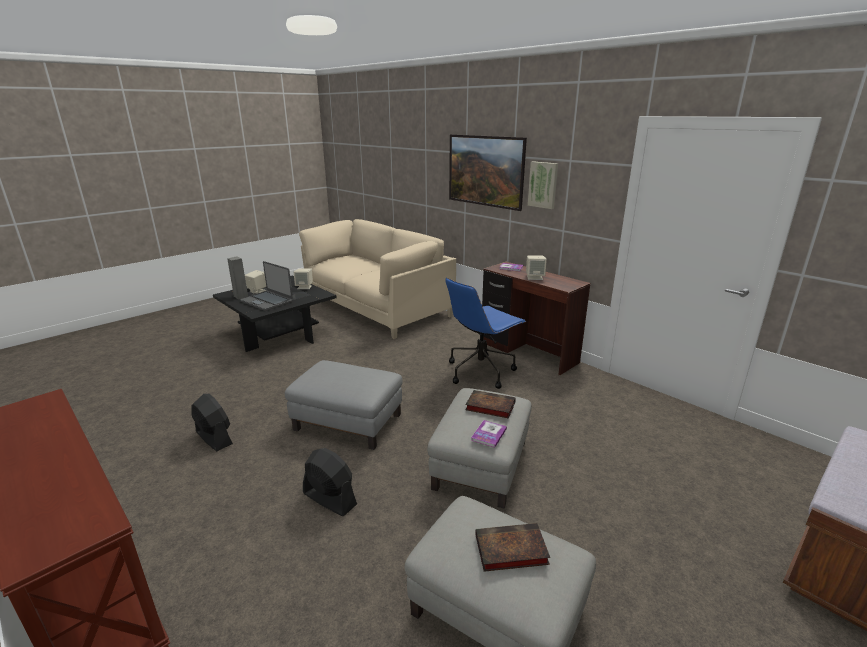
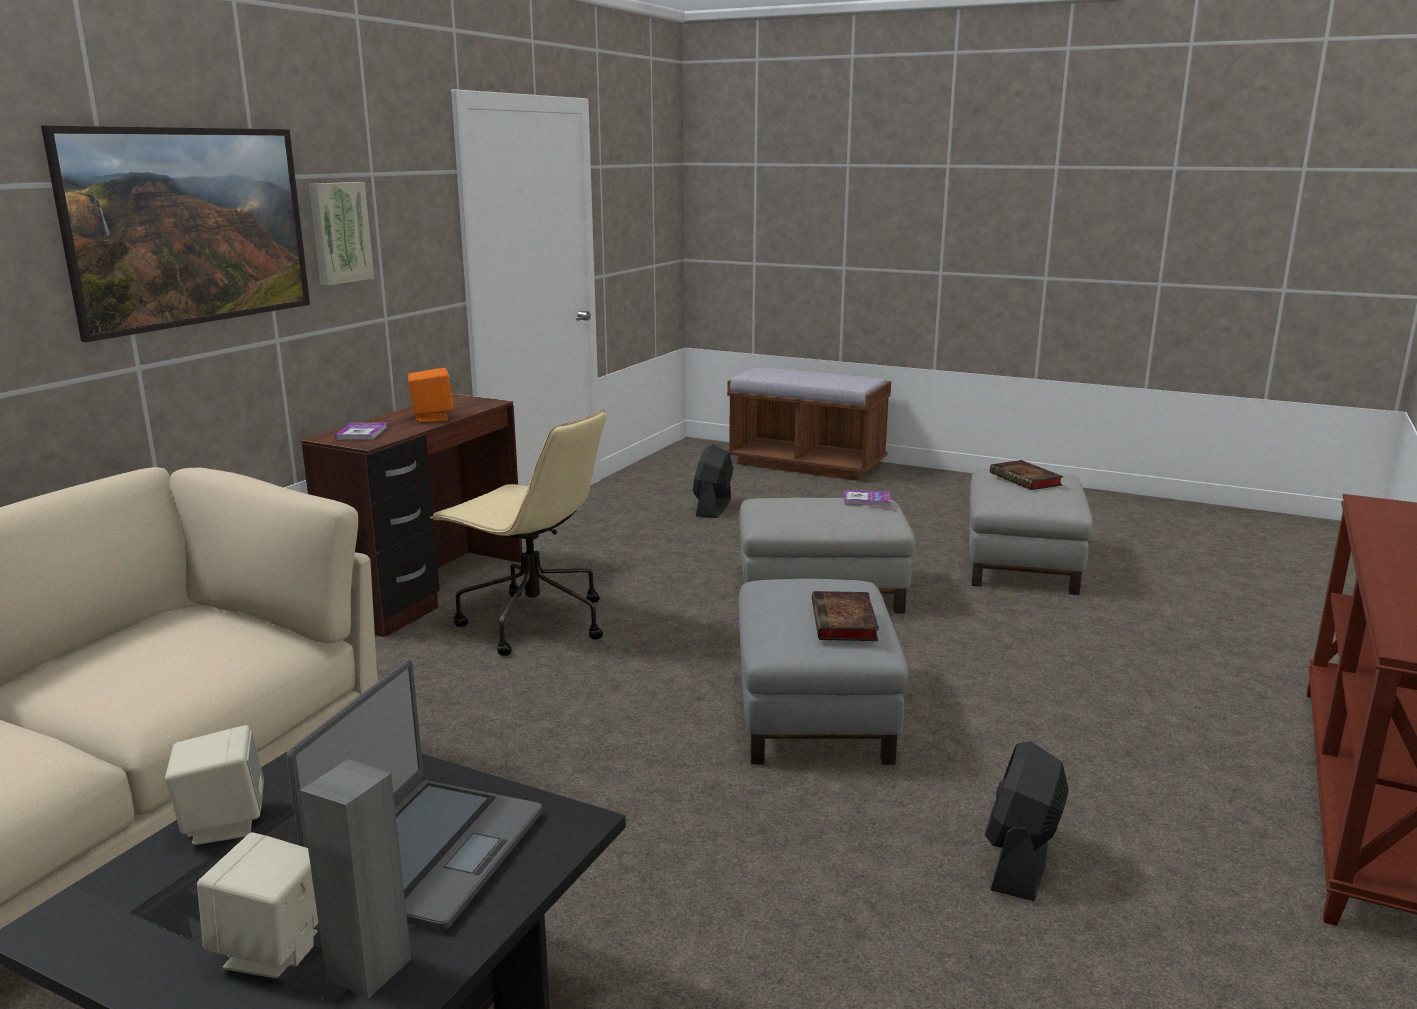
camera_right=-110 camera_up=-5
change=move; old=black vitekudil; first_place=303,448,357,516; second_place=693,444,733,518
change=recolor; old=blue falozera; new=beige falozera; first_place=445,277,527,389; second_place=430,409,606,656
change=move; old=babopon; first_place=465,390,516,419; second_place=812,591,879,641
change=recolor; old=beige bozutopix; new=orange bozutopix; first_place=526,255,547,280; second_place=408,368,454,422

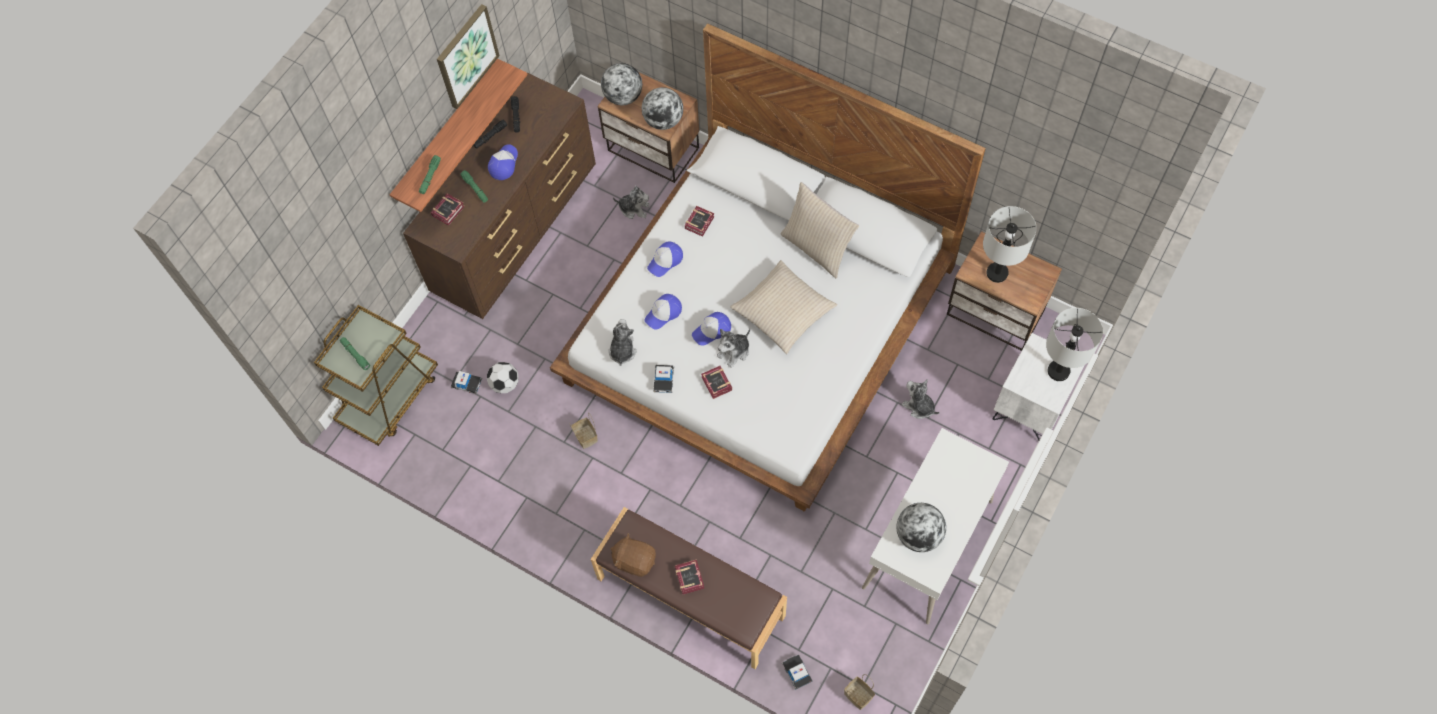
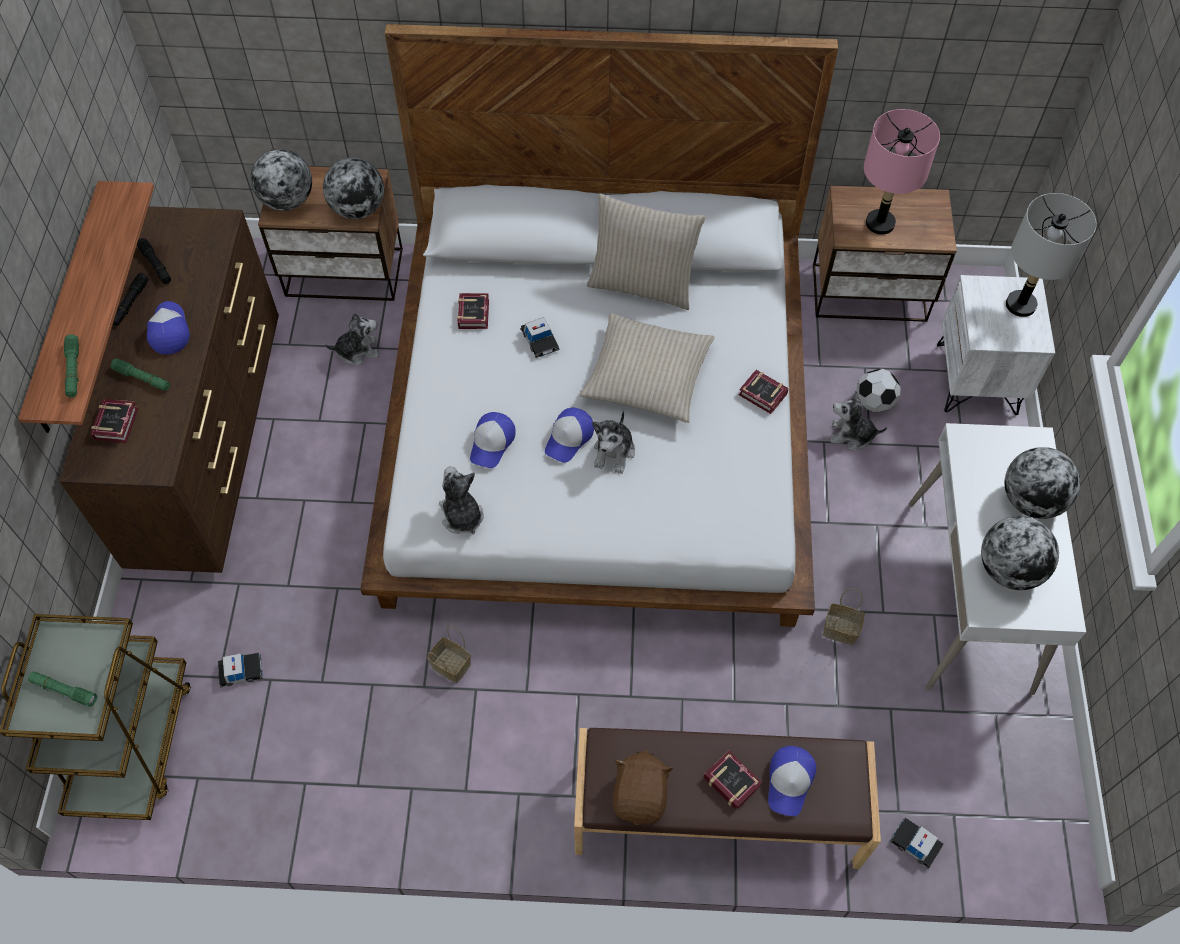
camera_right=-30 camera_up=-5
change=delete; old=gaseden; first_place=437,4,500,109
change=move; old=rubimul; first_place=487,362,519,393; second_place=857,369,901,412
change=rotate; old=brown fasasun; first_place=610,533,656,577; second_place=613,750,673,825; degrees=105
change=move; old=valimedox; first_place=647,242,683,277; second_place=768,746,816,816
change=move; old=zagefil; first_place=653,365,674,393; second_place=520,317,560,358
change=move; old=babopon; first_place=701,366,732,399; second_place=739,370,789,414
change=move; old=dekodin; first_place=844,674,875,710; second_place=823,588,865,645
change=recolor; old=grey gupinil; new=pink gupinil; first_place=983,206,1037,283; second_place=864,109,940,235
change=insert; new=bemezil; second_place=1005,447,1081,519

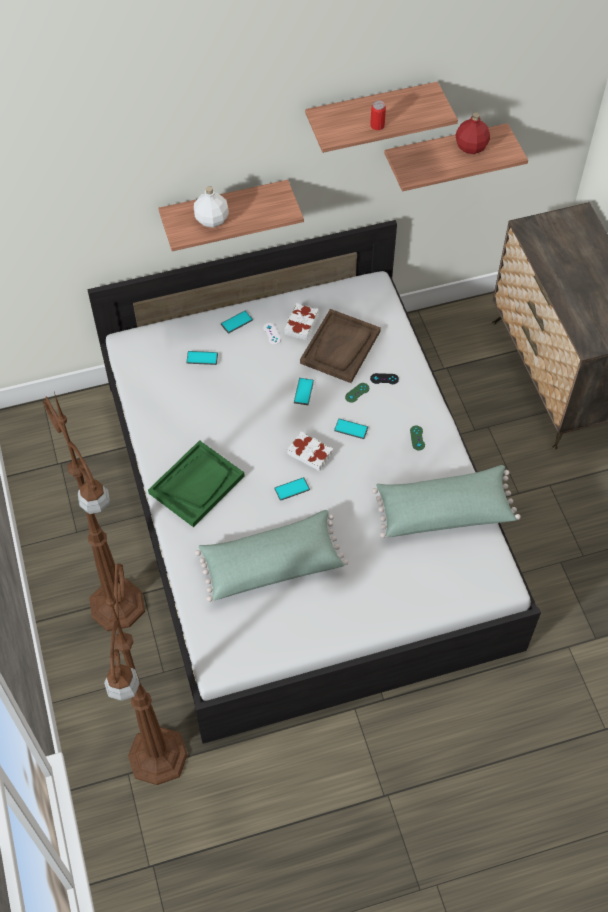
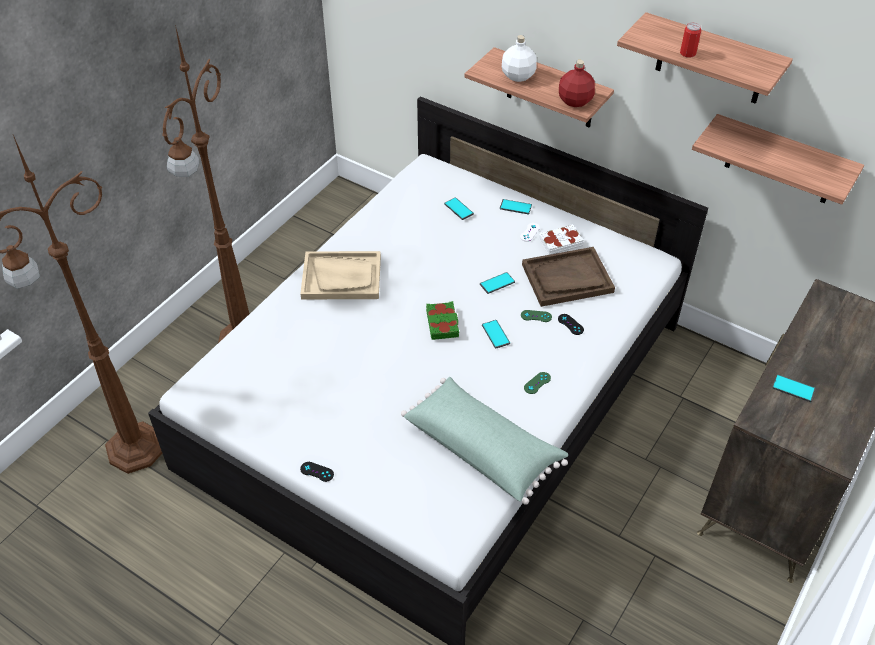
camera_right=50 camera_up=-10
change=recolor; old=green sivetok; new=beige sivetok; first_place=148,440,244,527; second_place=300,251,381,300
change=delete; old=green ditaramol; first_place=195,510,348,602
change=move; old=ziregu; first_place=274,477,310,501; second_place=772,374,816,402
change=recolor; old=white babopon; new=green babopon; first_place=287,431,333,471; second_place=426,301,459,340
change=move; old=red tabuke; first_place=455,112,490,154; second_place=559,60,595,107
change=insert; new=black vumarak; second_place=300,462,334,482

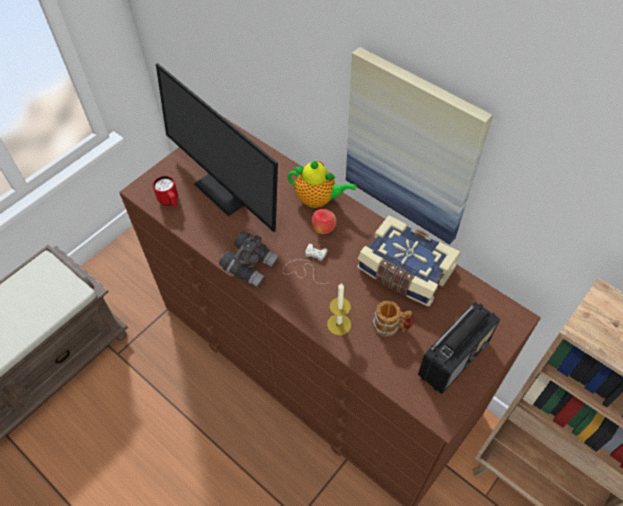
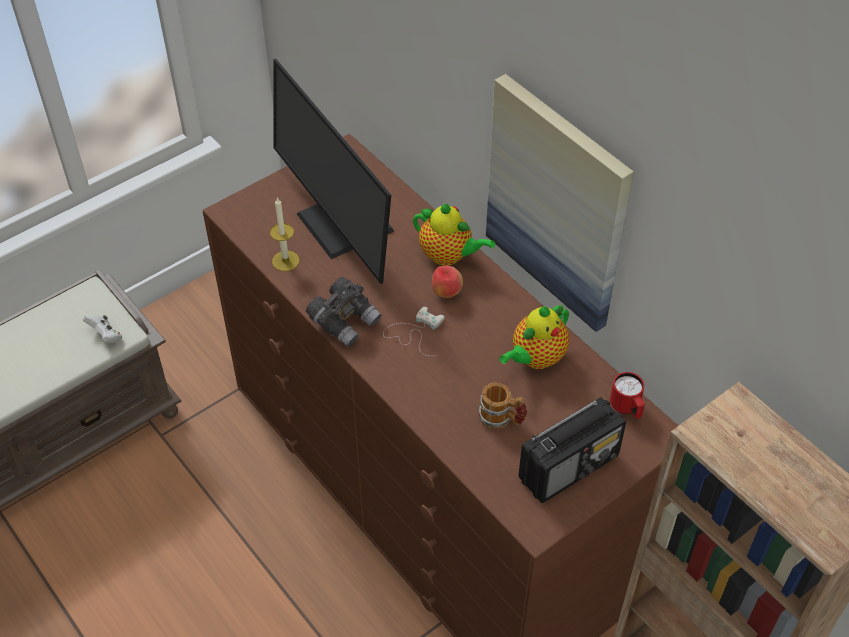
camera_right=10 camera_up=-5
change=move; old=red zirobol; first_place=153,176,178,207; second_place=610,372,645,419
change=move; old=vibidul; first_place=327,283,351,336; second_place=270,197,299,271
change=replace; old=babopon; new=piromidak; first_place=357,215,461,307; second_place=499,304,569,369
change=insert; new=white vumarak; second_place=83,315,122,343

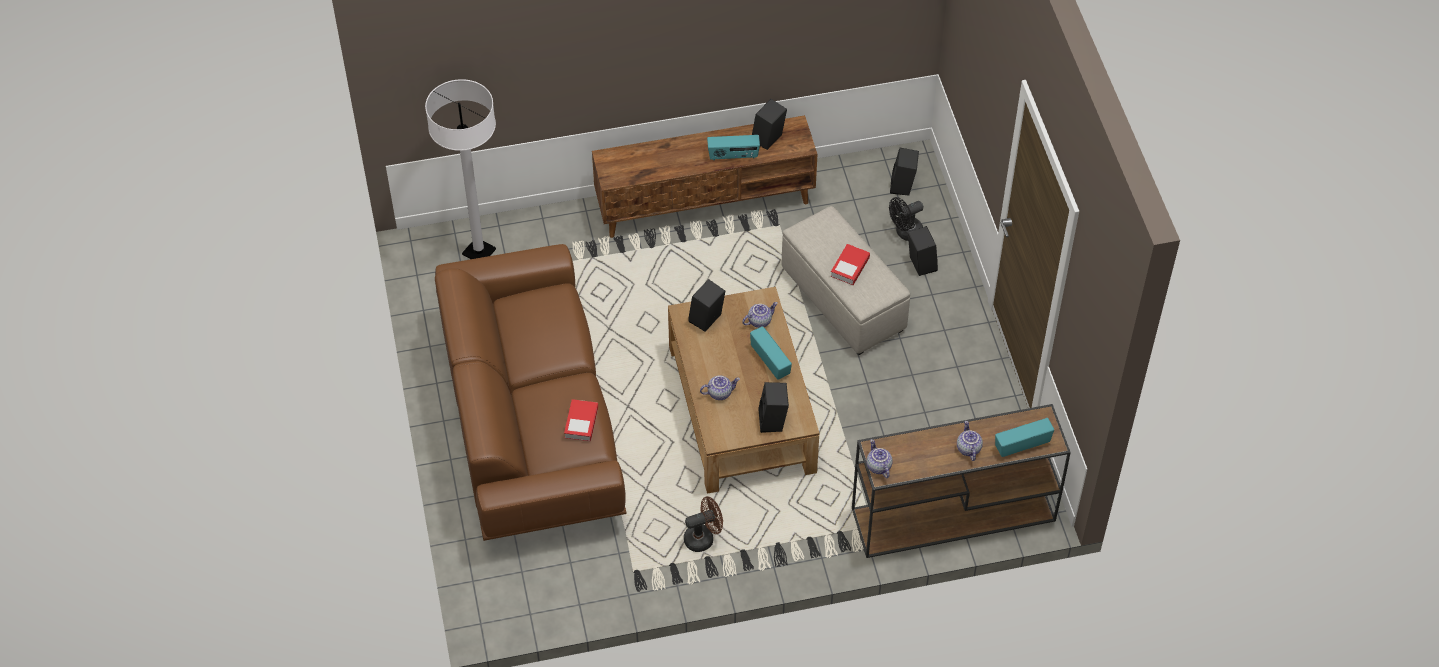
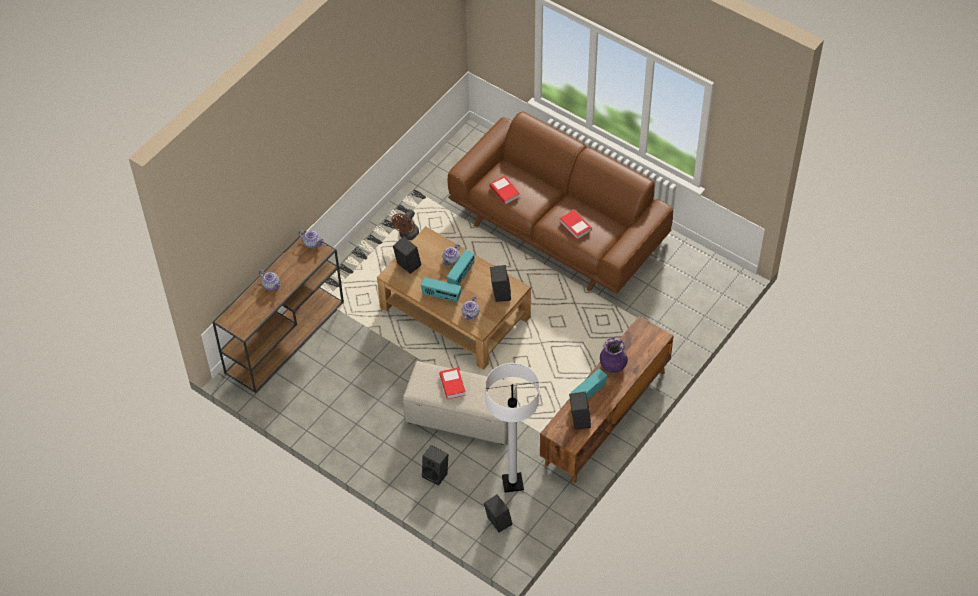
camera_right=140 camera_up=0
change=move; old=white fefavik; first_place=425,79,496,259; second_place=485,363,540,493
change=delete; old=black vitekudil; first_place=889,197,923,241
change=move; old=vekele; first_place=995,418,1054,457; second_place=447,250,475,285
change=insert; new=babopon; second_place=560,210,592,239
change=insert; new=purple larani; second_place=600,337,628,373

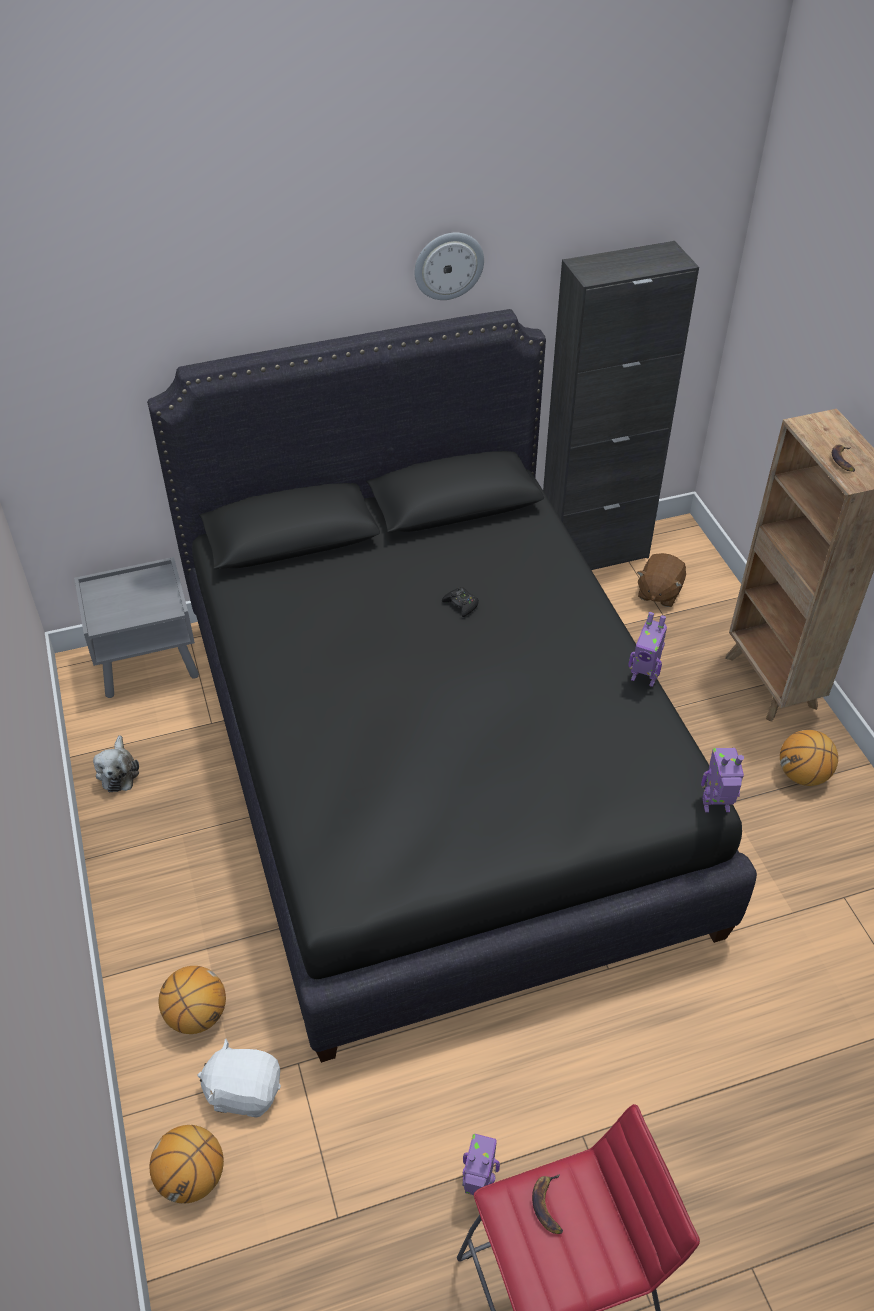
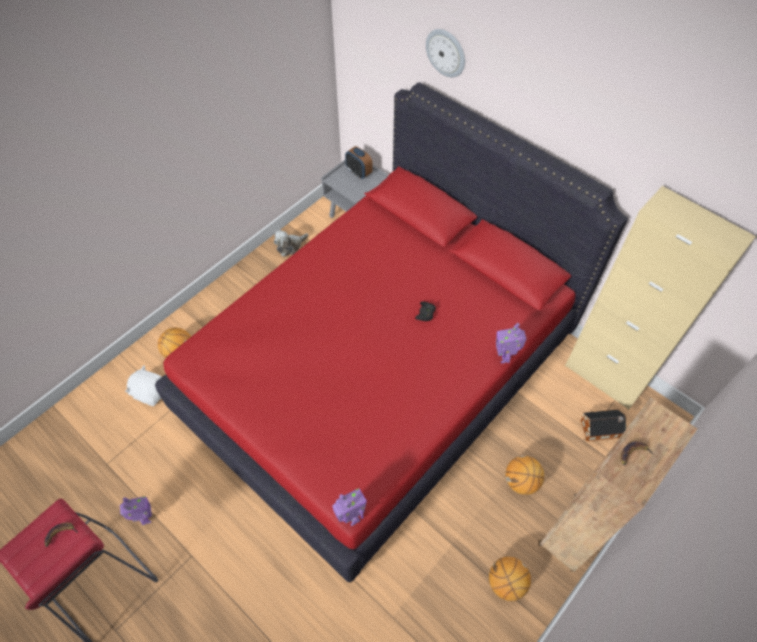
camera_right=60 camera_up=10
change=recolor; old=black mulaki; new=red mulaki; first_place=147,309,757,1063; second_place=155,82,628,582
change=move; old=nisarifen; first_place=149,1125,224,1203; second_place=506,456,544,495
change=rotate; old=white fasasun; first_place=198,1039,281,1117; second_place=125,365,162,406; degrees=-45
change=move; old=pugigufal; first_place=415,233,484,300; second_place=426,29,465,78
change=recolor; old=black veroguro; new=beige veroguro; first_place=543,241,699,570; second_place=565,186,756,410
change=move; old=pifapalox; first_place=628,612,667,687; second_place=496,323,526,363
change=replace; old=brown fasasun; new=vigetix; first_place=637,553,686,607; second_place=581,409,626,441
change=insert; new=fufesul; second_place=345,146,373,179

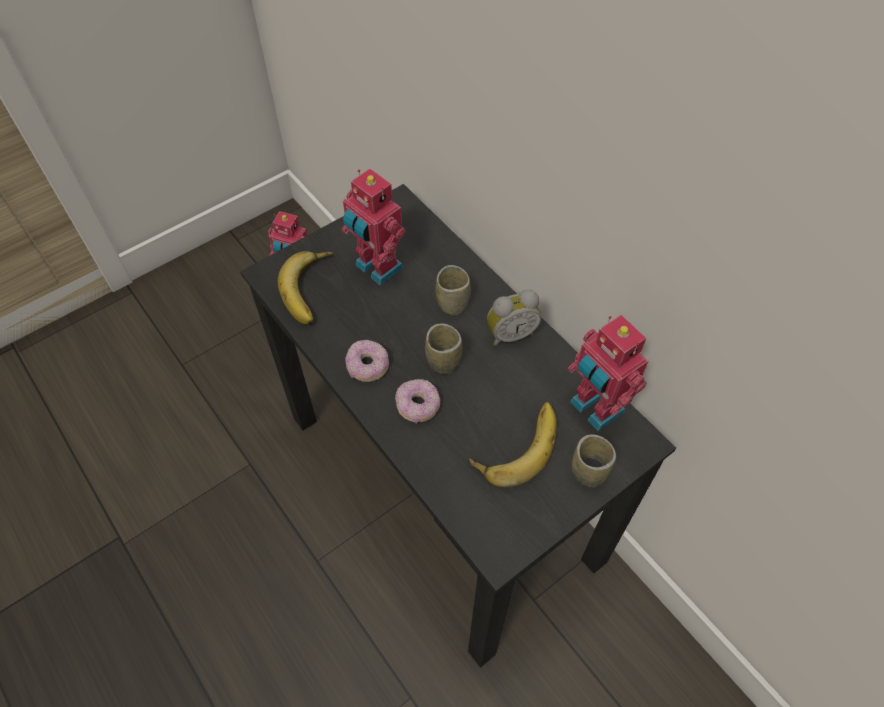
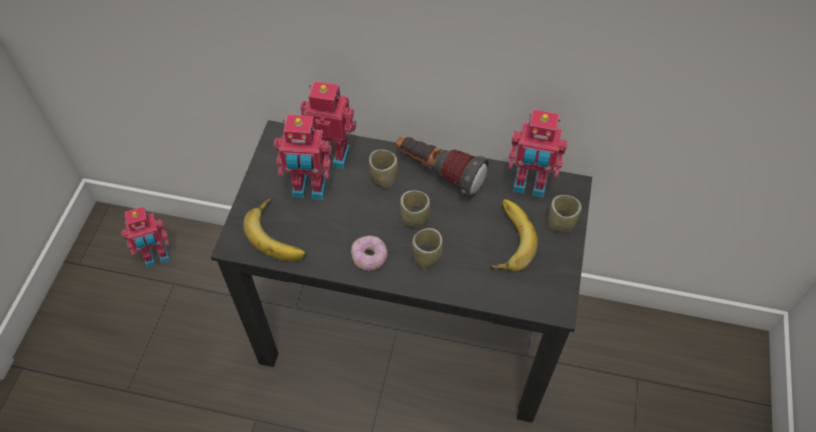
camera_right=-40 camera_up=0
change=replace; old=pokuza; new=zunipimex; first_place=395,379,440,424; second_place=412,228,443,269
change=replace; old=fufesul; new=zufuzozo; first_place=487,289,542,346; second_place=395,137,489,199
change=insert; new=pifapalox; second_place=300,81,356,169

